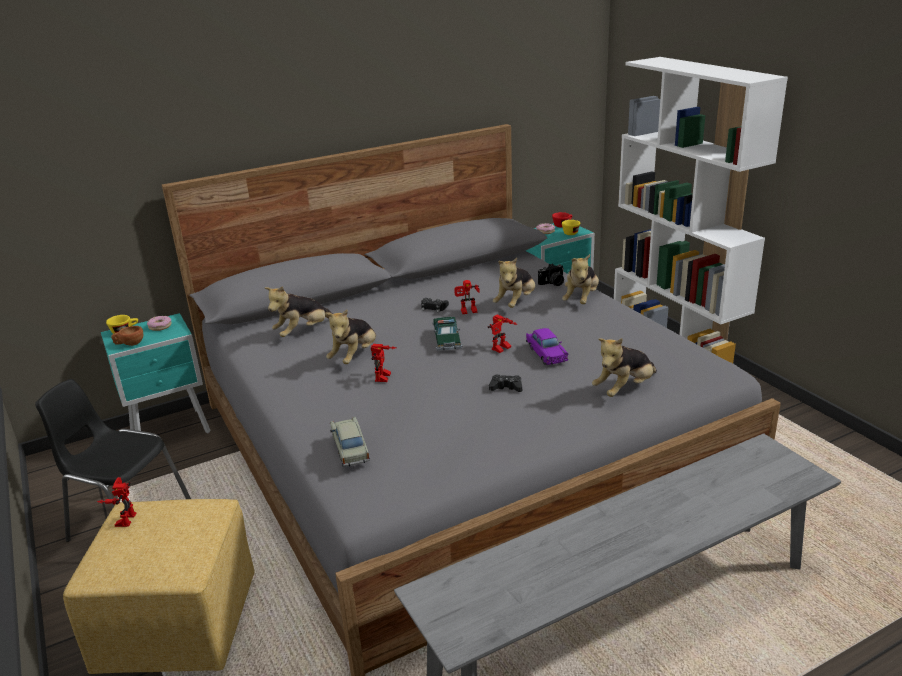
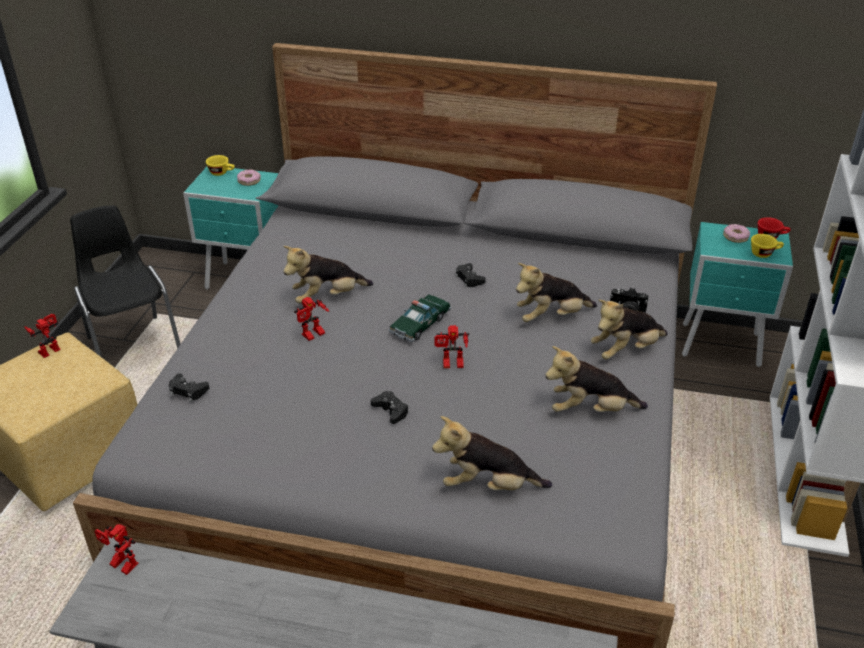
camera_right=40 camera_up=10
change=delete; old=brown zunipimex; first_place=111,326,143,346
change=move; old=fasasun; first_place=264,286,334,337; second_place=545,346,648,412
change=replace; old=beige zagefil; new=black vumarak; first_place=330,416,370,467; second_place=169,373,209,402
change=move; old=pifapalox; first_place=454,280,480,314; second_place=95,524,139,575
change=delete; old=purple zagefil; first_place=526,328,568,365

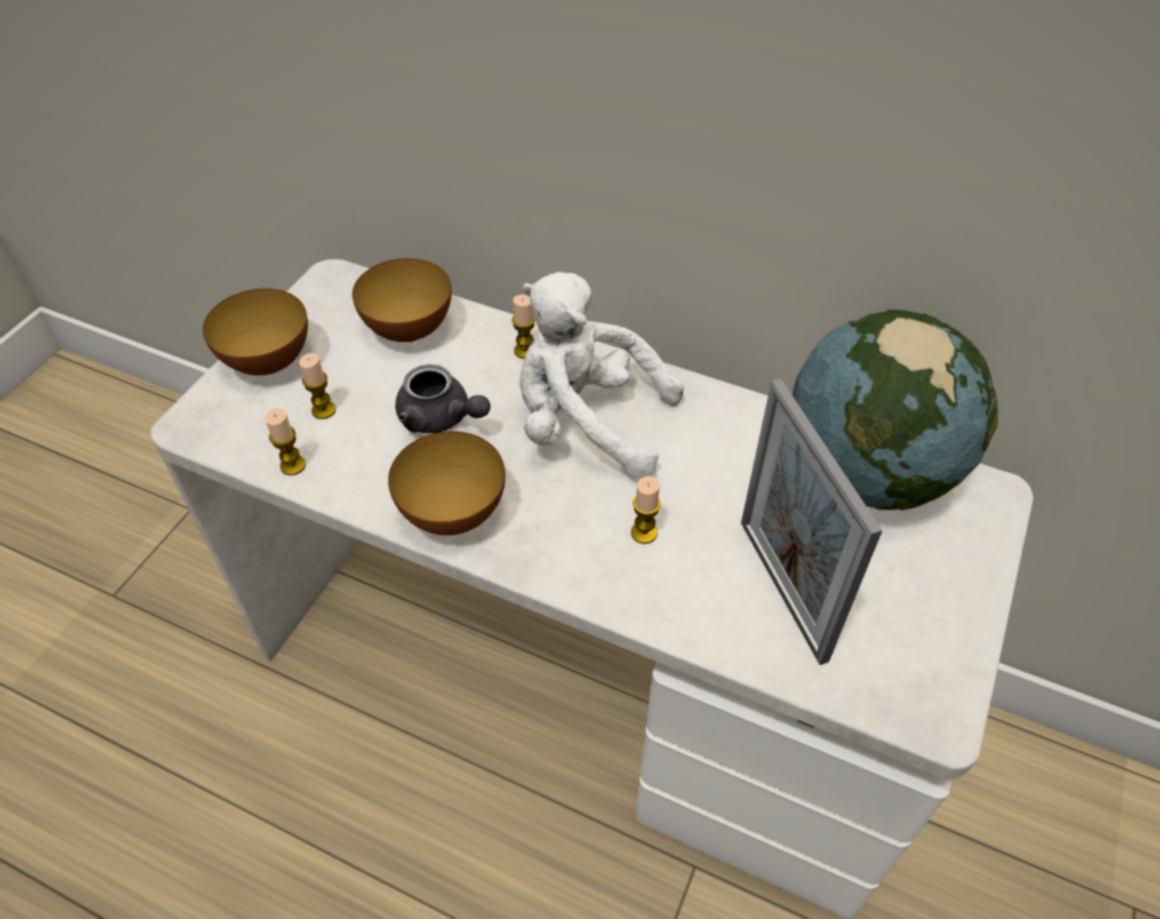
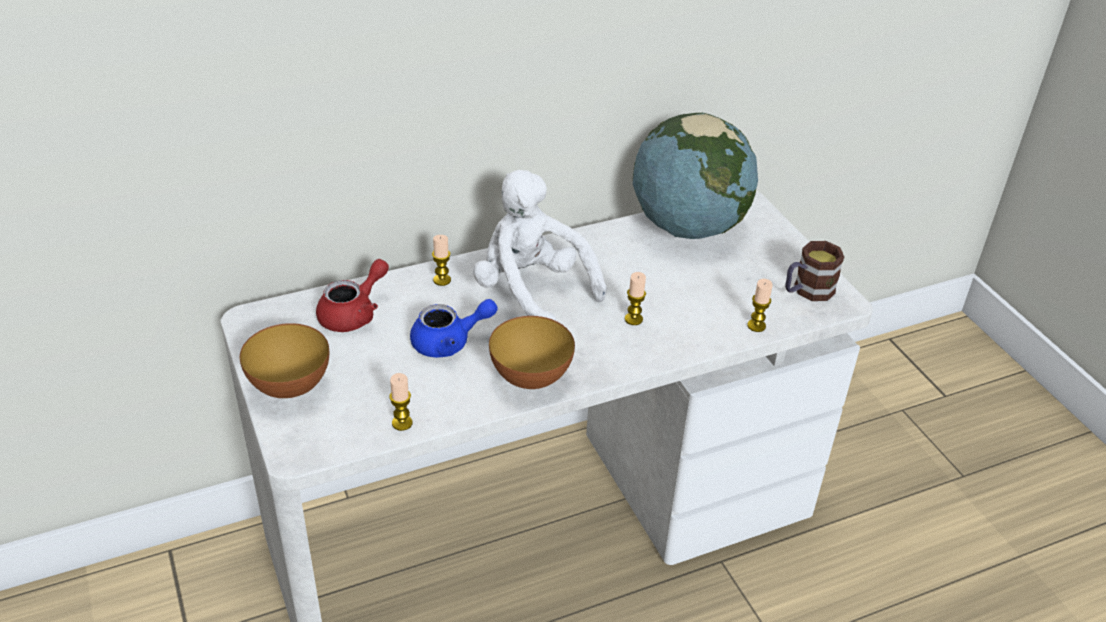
camera_right=-50 camera_up=-10
change=move; old=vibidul; first_place=299,353,336,419; second_place=747,279,773,332
change=replace; old=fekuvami; new=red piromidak; first_place=352,258,452,342; second_place=316,259,389,332
change=recolor; old=grey piromidak; new=blue piromidak; first_place=395,364,491,433; second_place=410,299,498,358
change=rotate; old=white fasasun; first_place=520,272,684,479; second_place=473,170,607,321; degrees=75
change=delete; old=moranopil; first_place=741,379,882,665
change=insert; new=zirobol; second_place=785,241,845,301

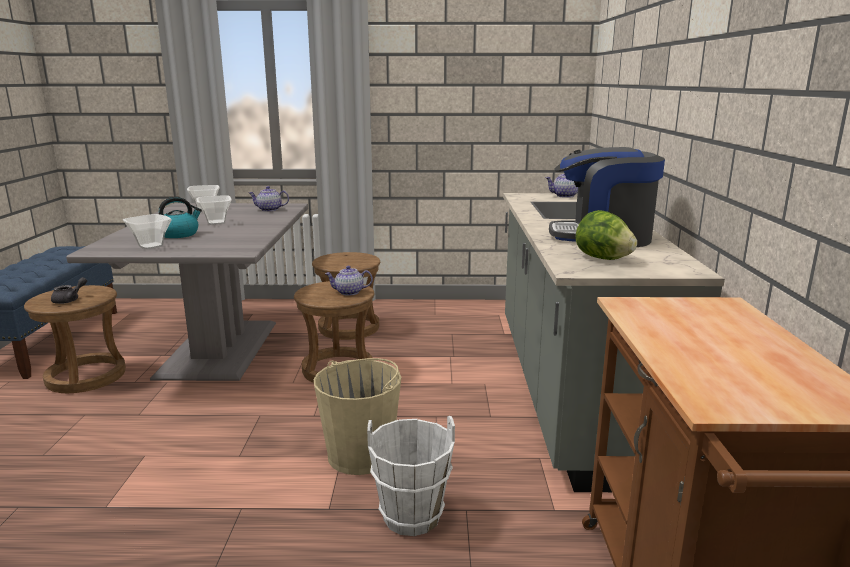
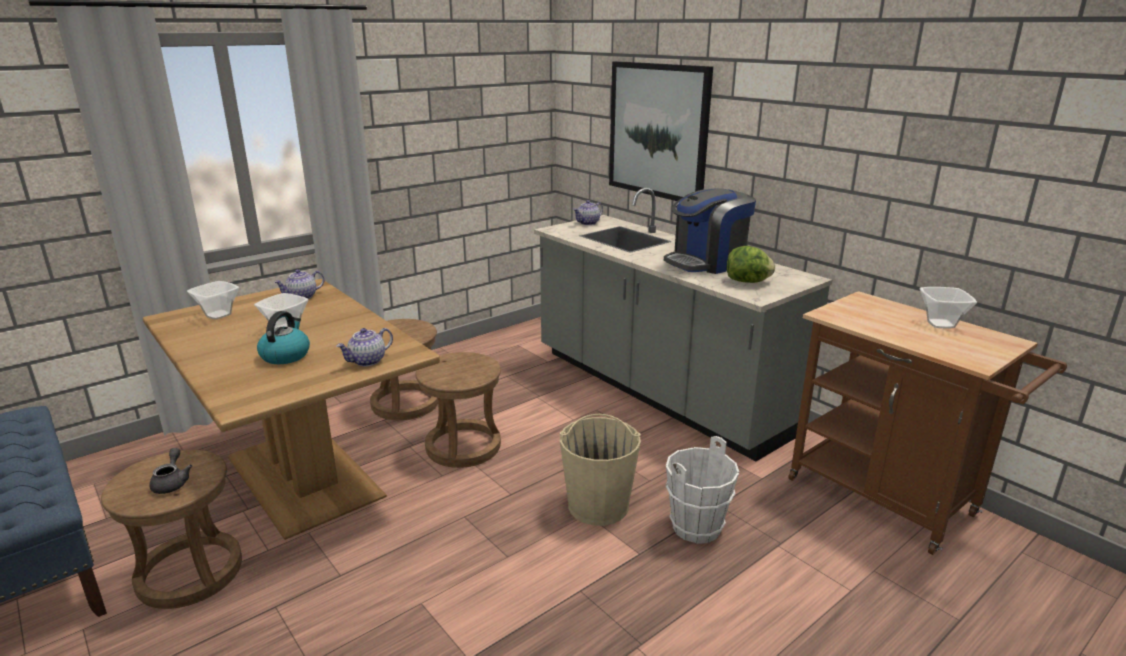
camera_right=-40 camera_up=5
change=recolor; old=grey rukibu; new=brown rukibu; first_place=66,203,308,381; second_place=143,279,440,540
change=move; old=fekuvami; first_place=123,214,171,249; second_place=920,287,977,329
change=move; old=piromidak; first_place=325,266,373,296; second_place=337,328,393,366
change=insert; new=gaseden; second_place=609,61,713,201

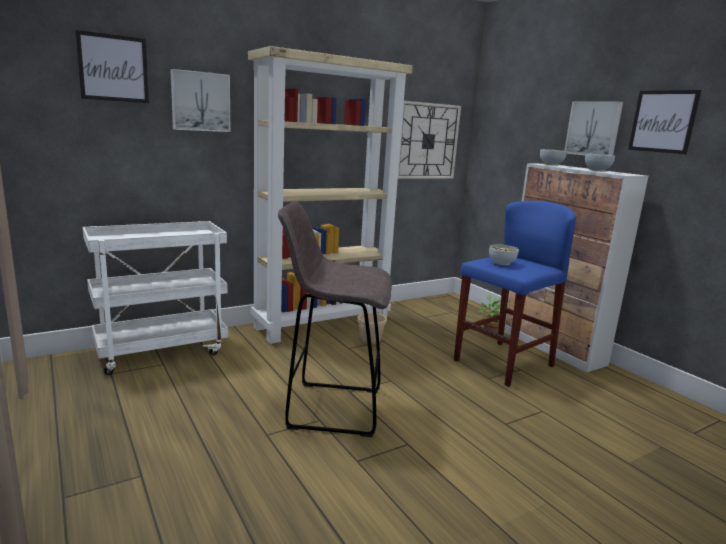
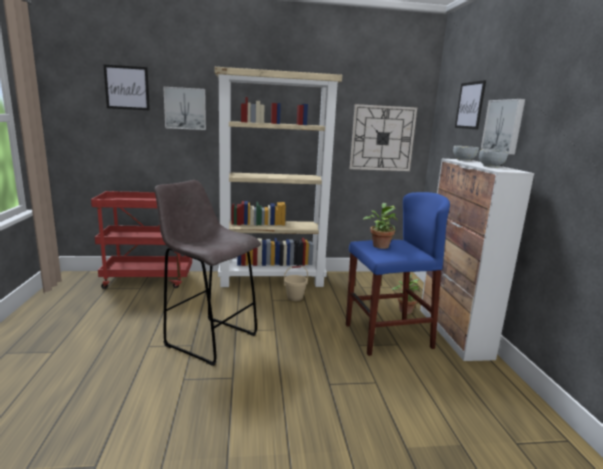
camera_right=25 camera_up=0
change=recolor; old=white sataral; new=red sataral; first_place=82,221,228,375; second_place=91,191,192,289
change=replace; old=fekuvami; new=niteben; first_place=489,244,519,266; second_place=363,203,398,249
change=move; old=gaseden; first_place=628,90,701,154; second_place=455,80,486,130

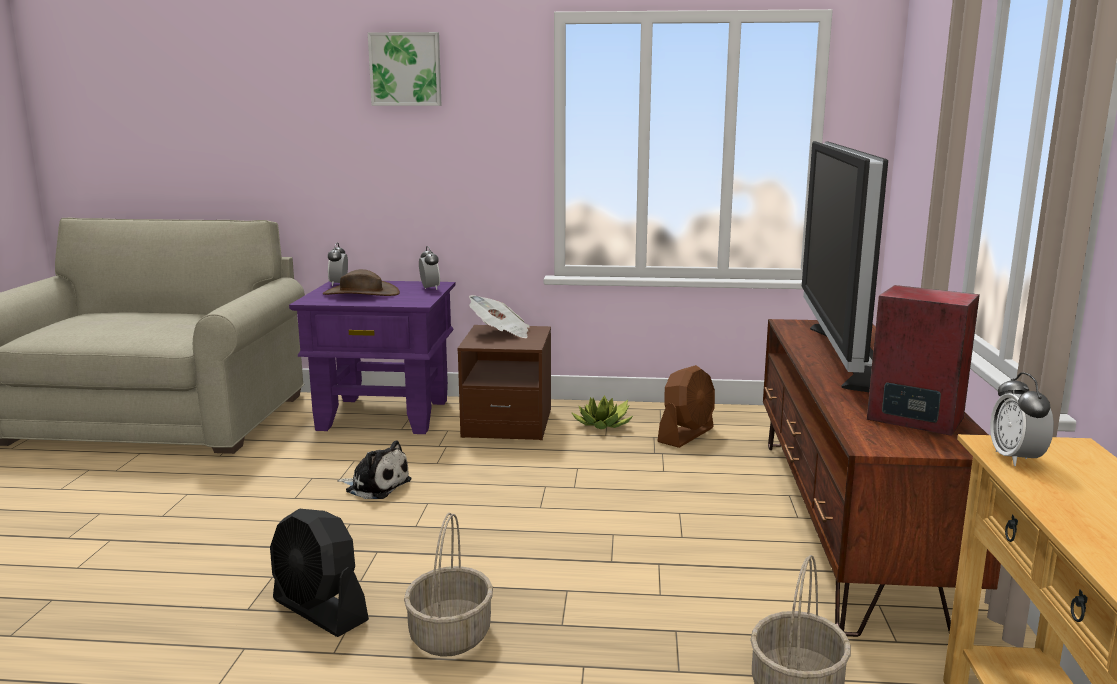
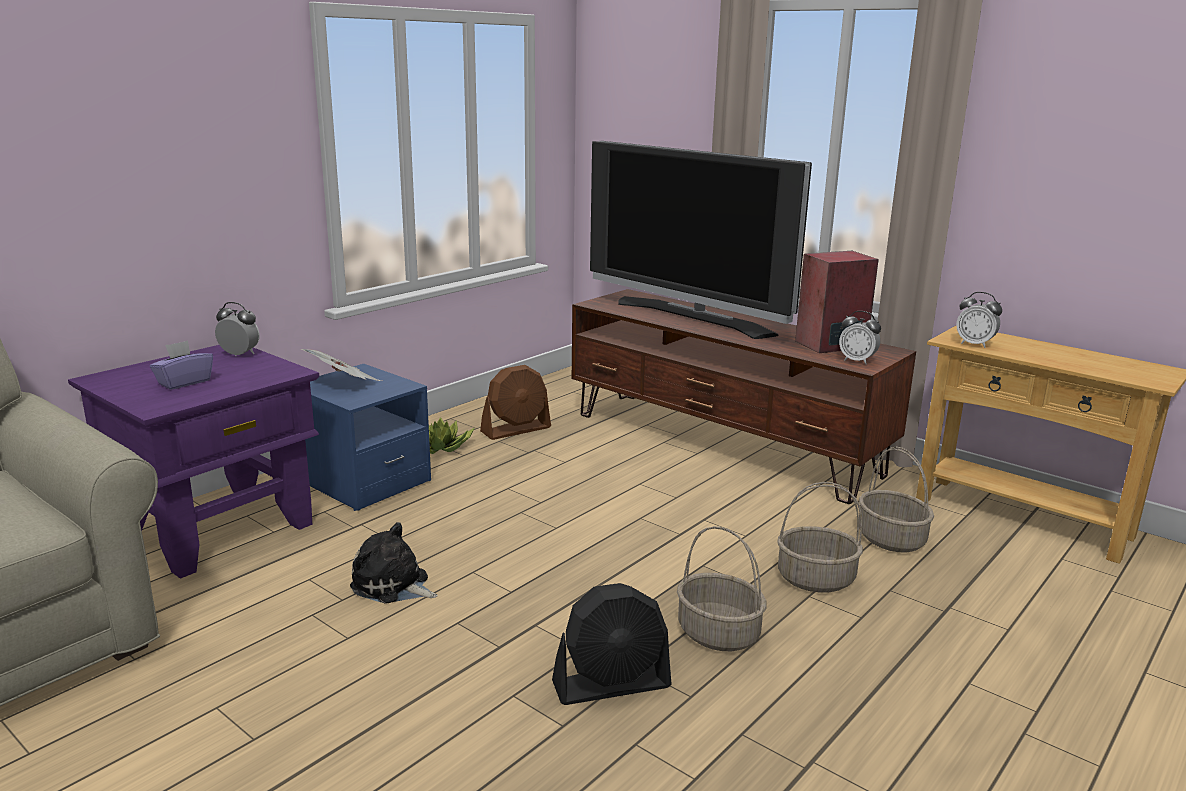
camera_right=-55 camera_up=5
change=replace; old=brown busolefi; new=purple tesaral; first_place=323,269,400,296; second_place=150,340,213,390
change=move; old=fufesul; first_place=328,243,348,286; second_place=839,311,881,364
change=rotate; old=fasasun; first_place=337,440,412,499; second_place=350,522,438,604; degrees=-120
change=delete; old=gaseden; first_place=368,32,441,106
change=recolor; old=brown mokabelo; new=blue mokabelo; first_place=457,325,551,440; second_place=305,364,431,511
change=rotate; old=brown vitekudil; first_place=658,365,715,448; second_place=480,365,551,440; degrees=75
change=insert; new=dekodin; second_place=777,482,863,593

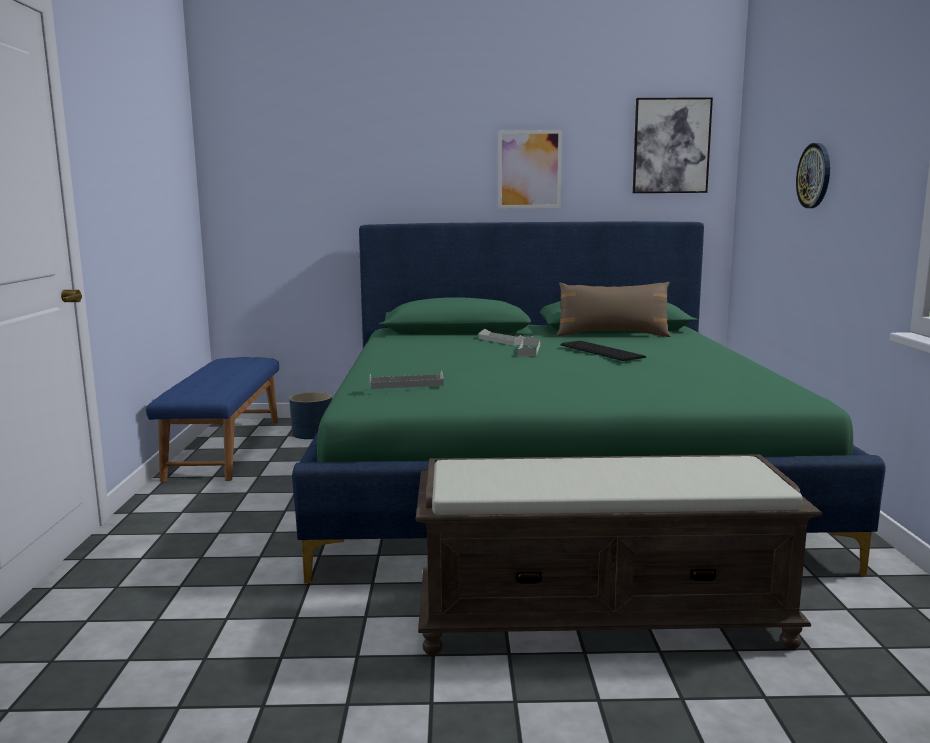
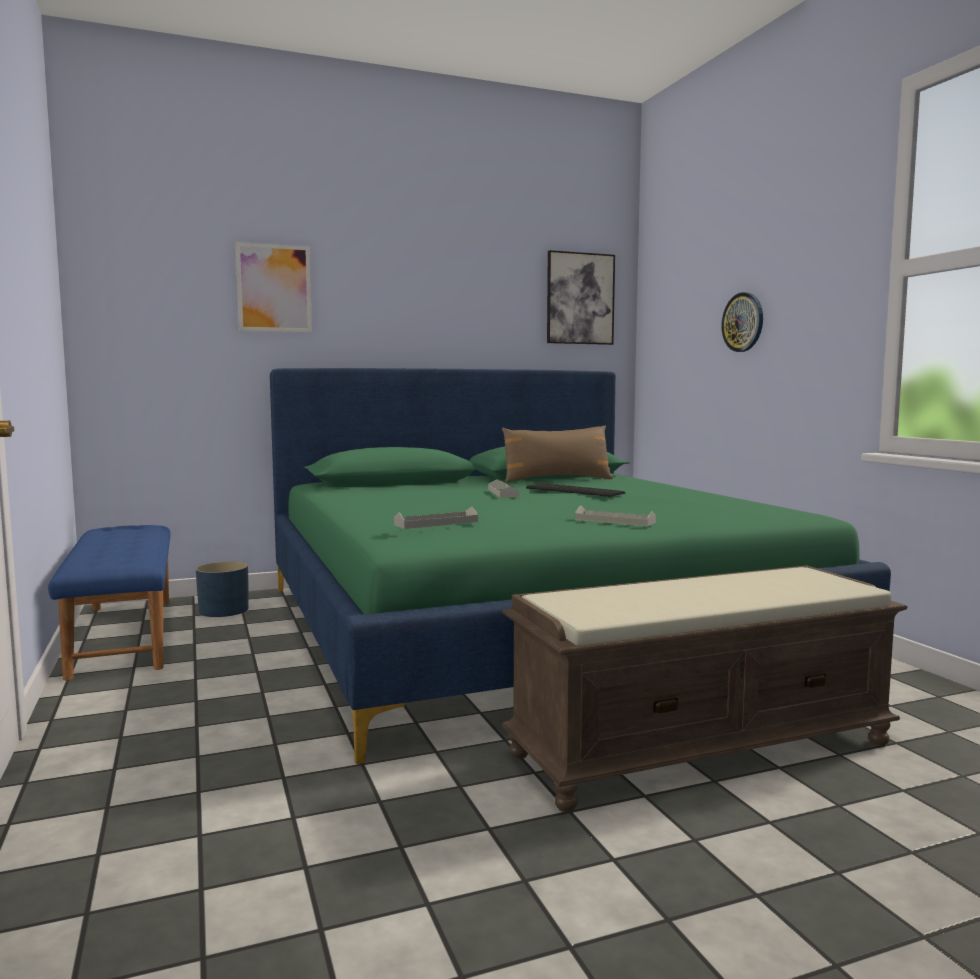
camera_right=-20 camera_up=-5
change=move; old=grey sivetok; first_place=478,329,526,345; second_place=575,505,656,526
change=move; old=gaseden; first_place=498,130,562,208; second_place=236,242,312,333

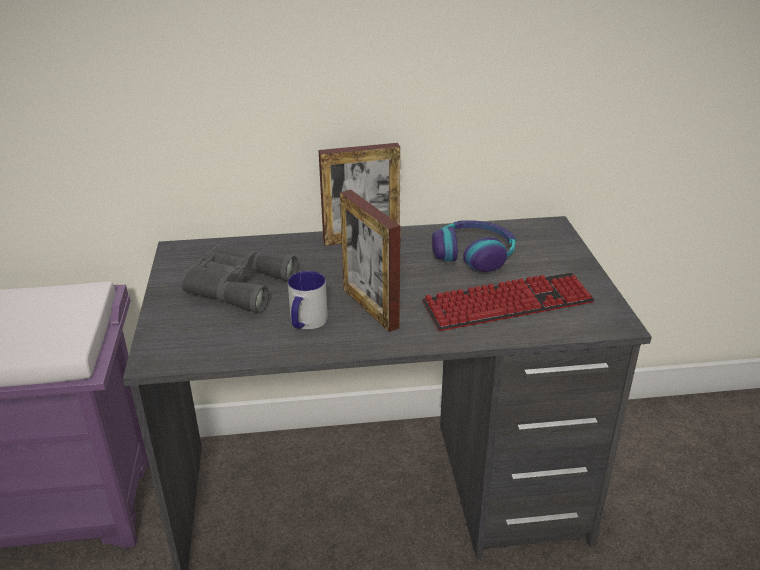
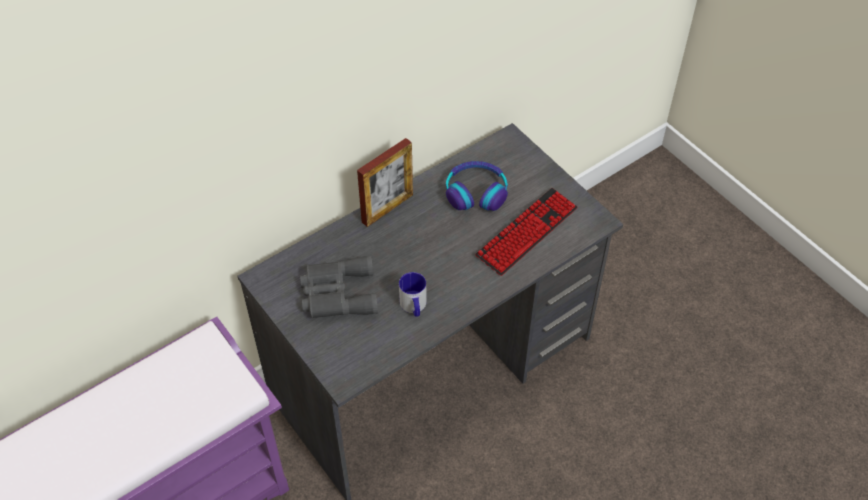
camera_right=-30 camera_up=20
change=delete; old=moranopil; first_place=340,189,401,332

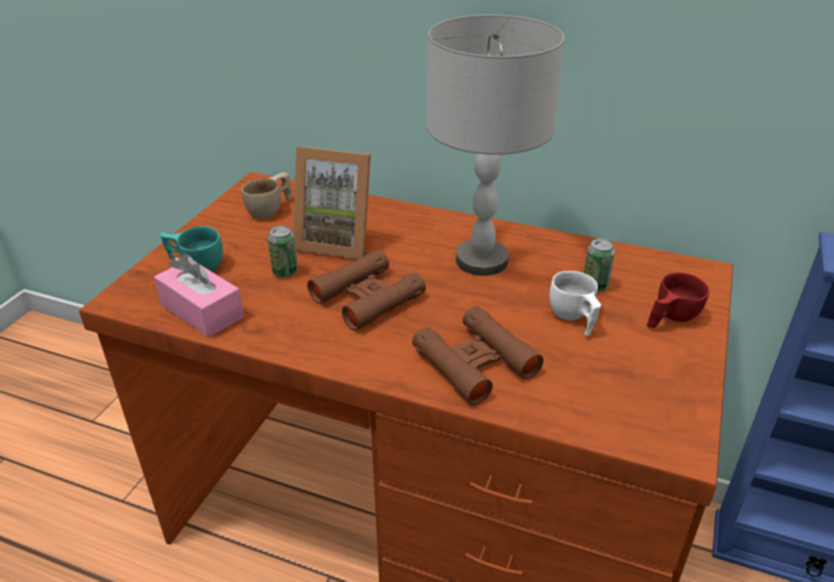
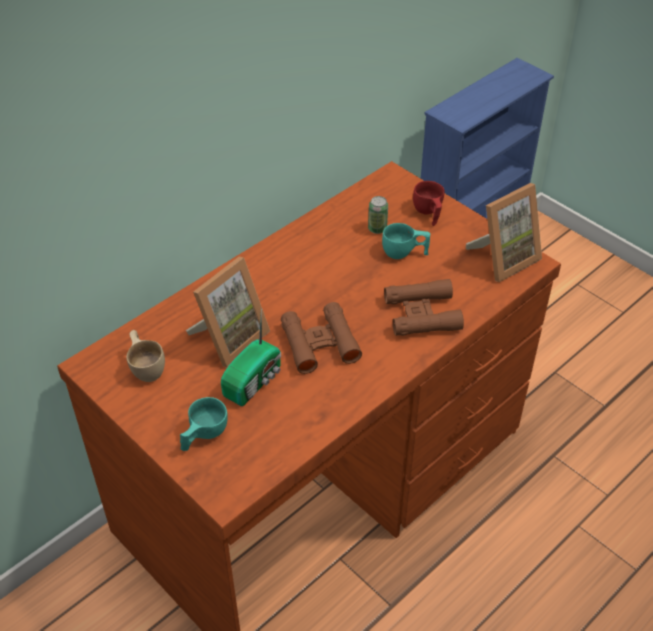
camera_right=-65 camera_up=10
change=delete; old=pink tesaral; first_place=154,254,244,337
change=replace; old=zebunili; new=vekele; first_place=268,226,298,278; second_place=221,308,281,406
change=delete; old=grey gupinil; first_place=427,14,565,276
change=recolor; old=white zunipimex; new=turquoise zunipimex; first_place=549,271,601,336; second_place=382,223,430,259
change=insert; new=moranopil; second_place=466,183,542,282

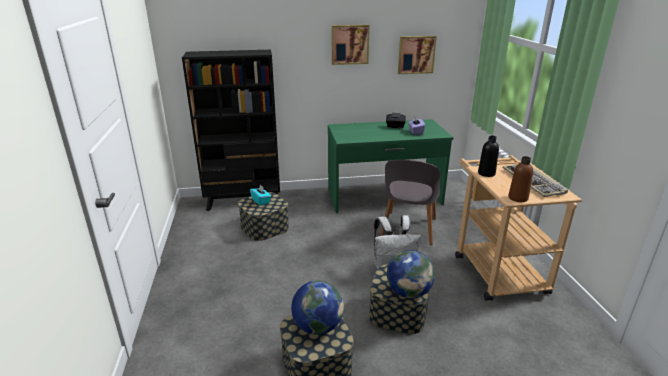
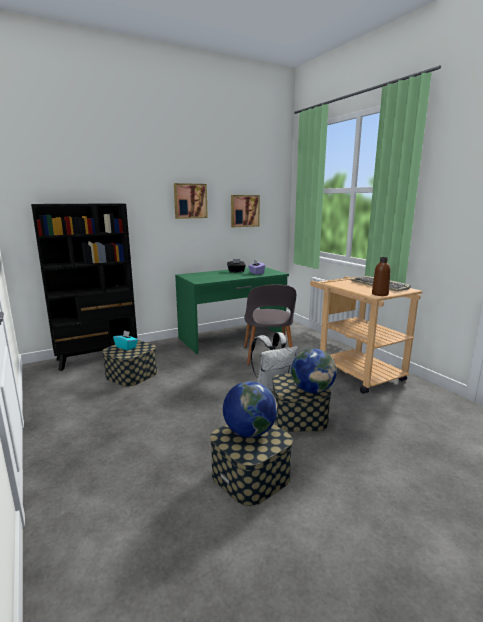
camera_right=-20 camera_up=-10
change=delete; old=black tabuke; first_place=478,136,499,177

